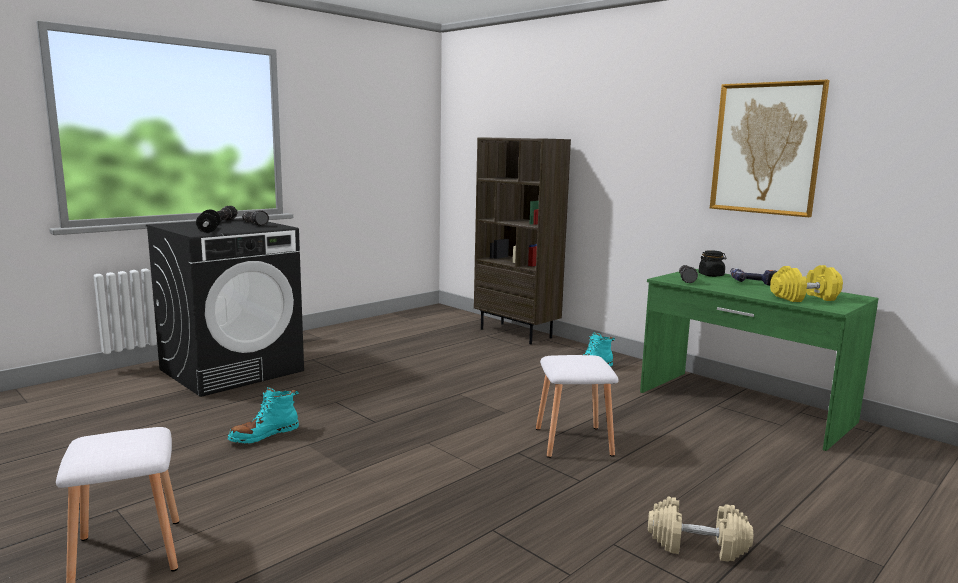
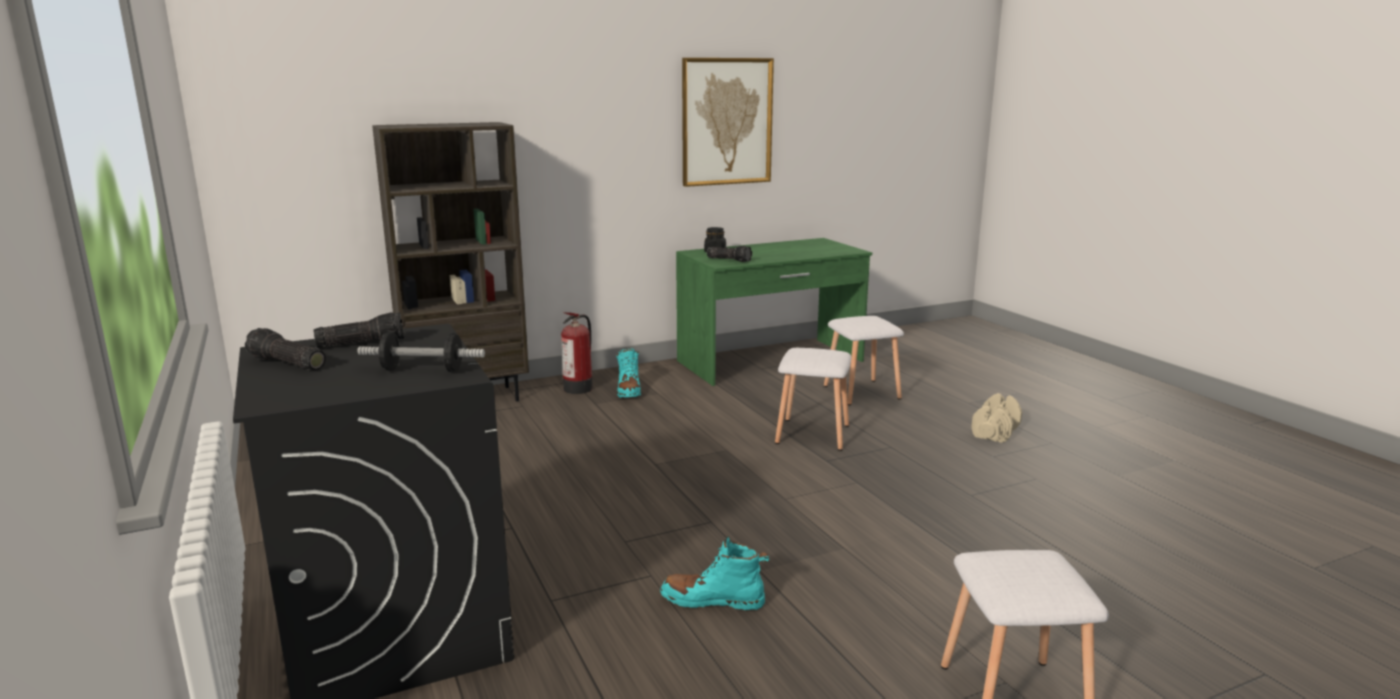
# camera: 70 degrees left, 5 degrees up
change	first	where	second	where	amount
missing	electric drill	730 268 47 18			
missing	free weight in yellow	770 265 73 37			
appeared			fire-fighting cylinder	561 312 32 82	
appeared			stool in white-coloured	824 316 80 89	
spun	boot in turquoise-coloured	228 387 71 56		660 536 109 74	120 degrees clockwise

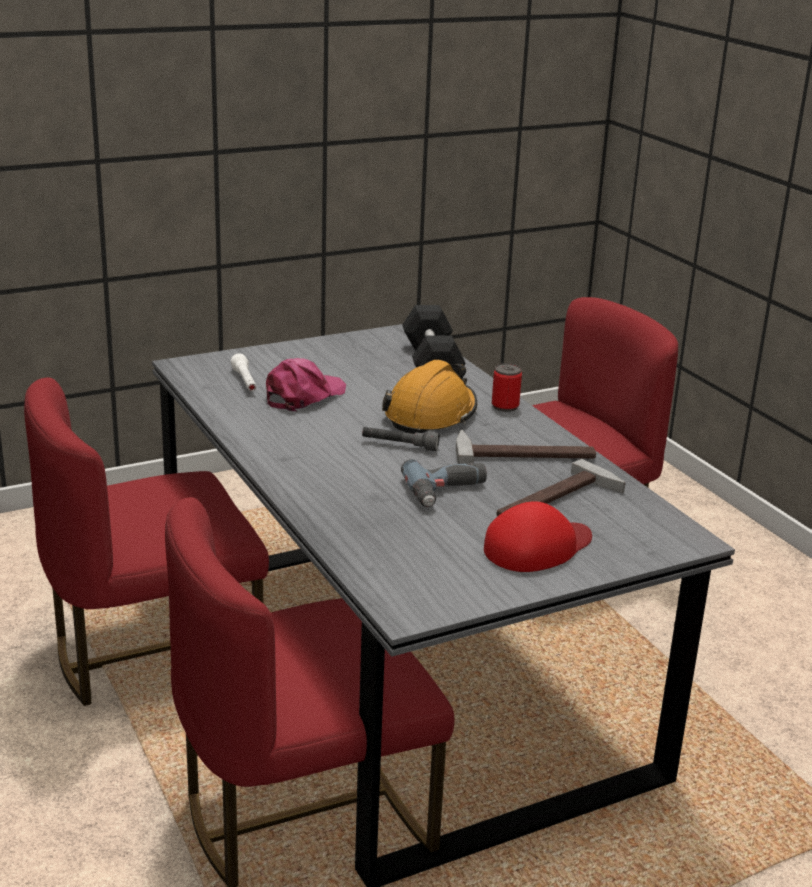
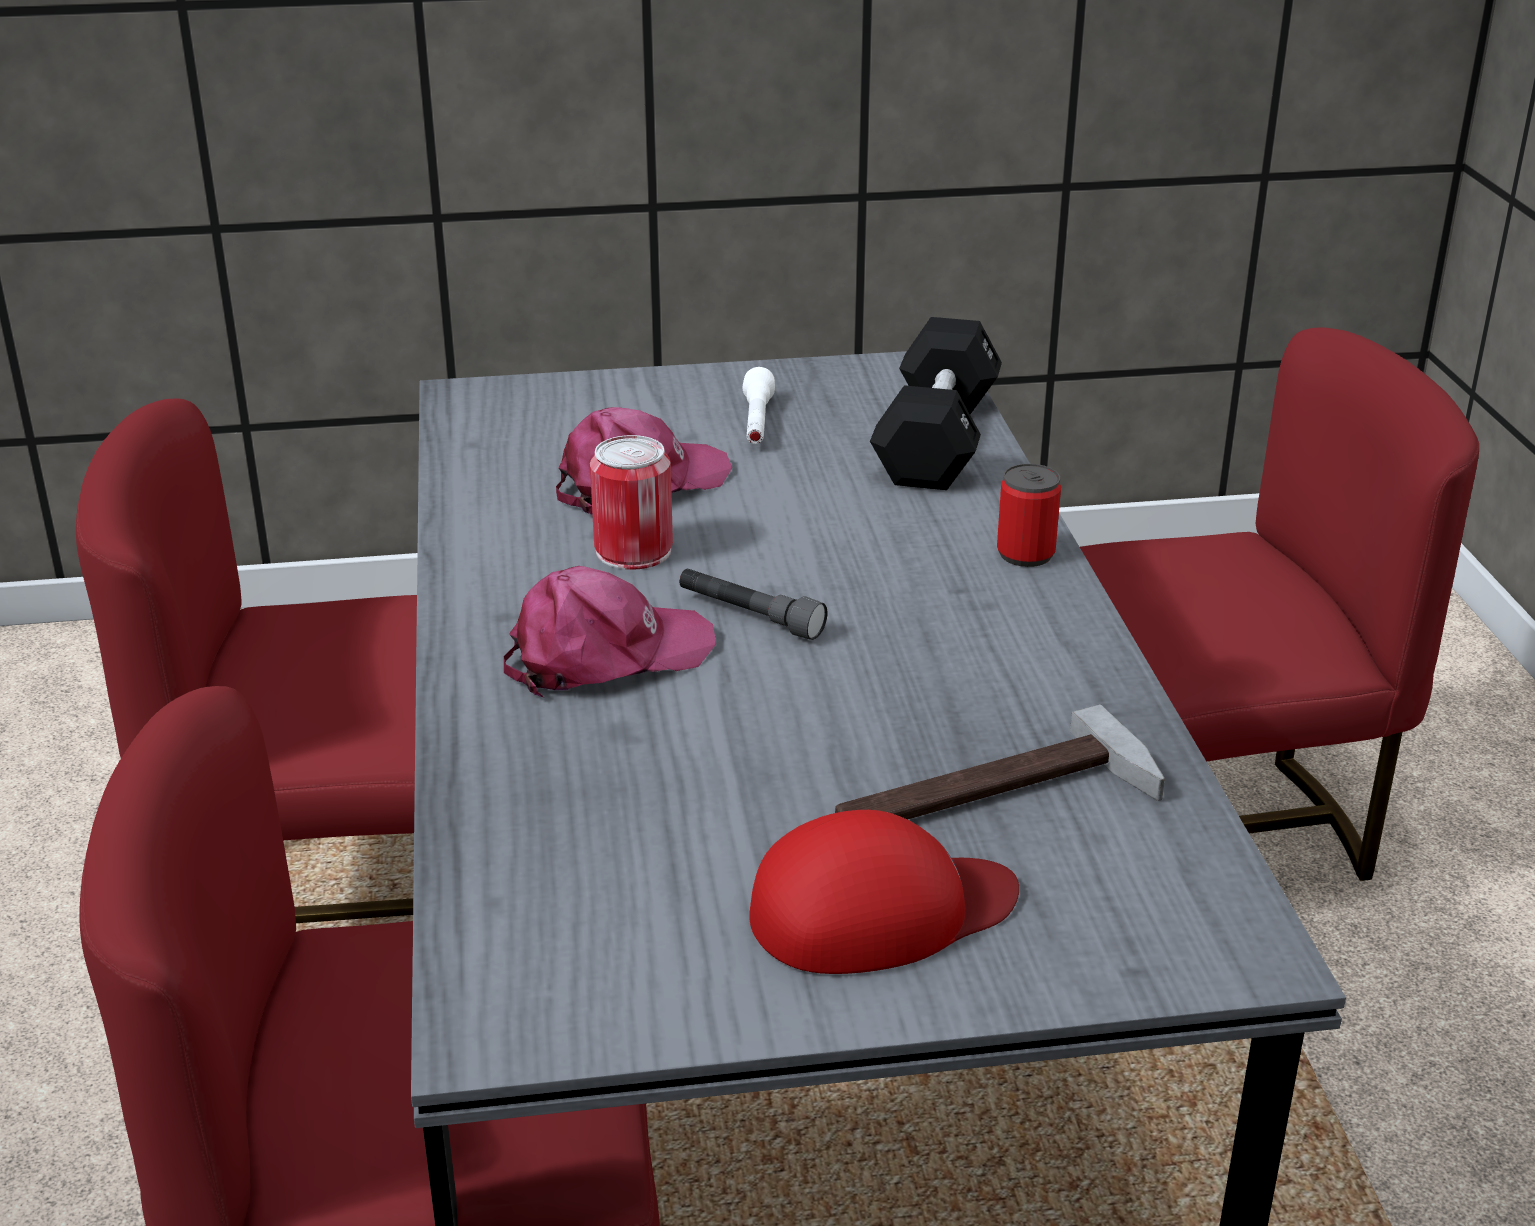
# camera: 20 degrees right, 5 degrees up
change	first	where	second	where	amount
missing	work helmet in orangey	382 360 95 74			
missing	electric drill	401 459 86 48			
missing	hammer	456 430 140 34			
appeared			cap in pink	504 566 212 132	
appeared			sealed can	590 435 83 135	
relocated	hand torch in white-coloured	231 353 25 38		742 367 33 77	

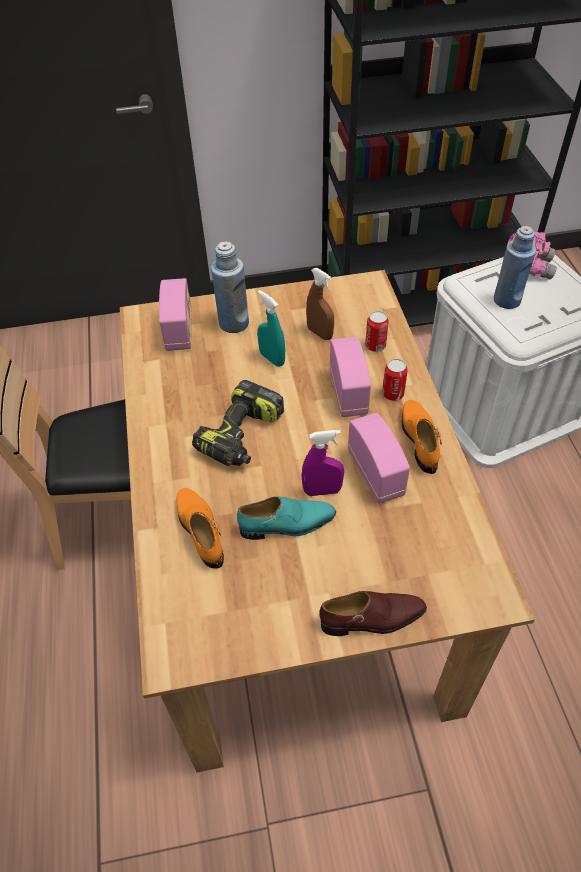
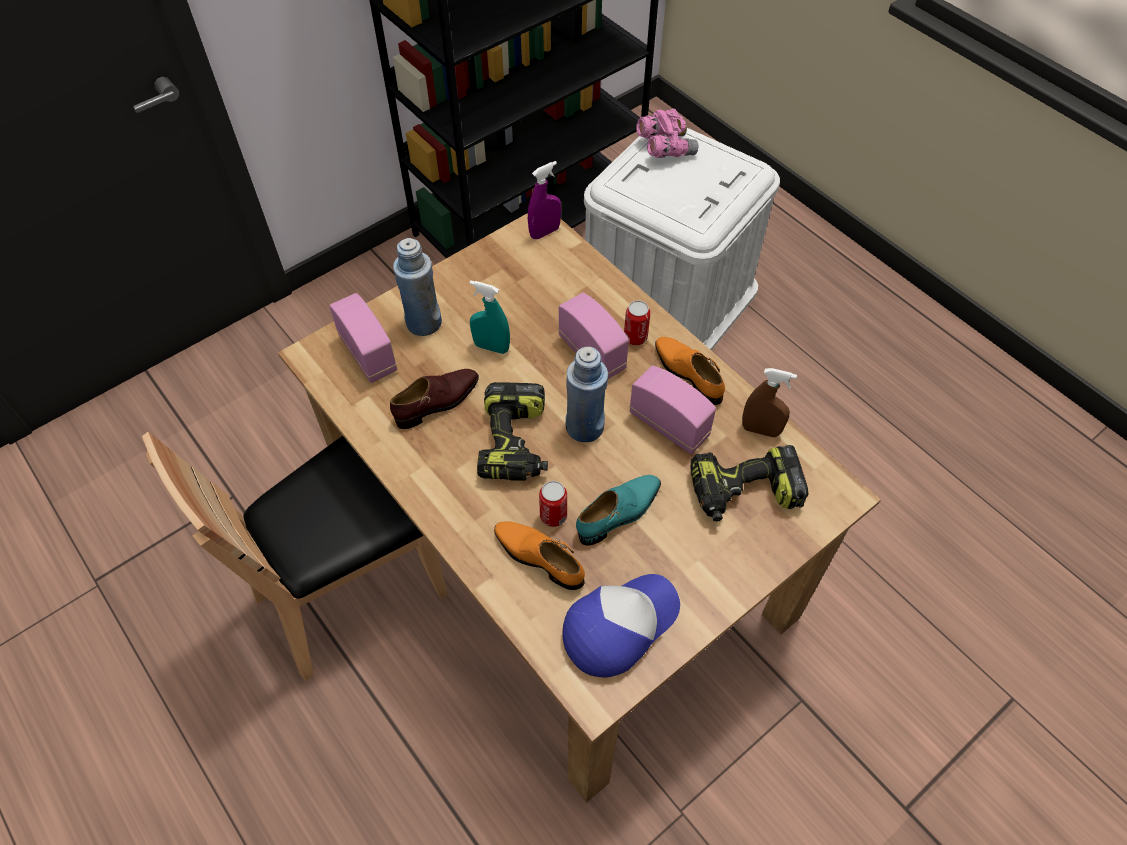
# camera: 30 degrees left, 5 degrees up
change	first	where	second	where	amount
appeared			cap	562 574 118 104	
appeared			electric drill	690 445 119 77	
relocated	hand sprayer in purple-coloured	301 430 43 66		528 161 33 78	
relocated	hand sprayer in brownish	306 268 28 72		742 368 55 69	
relocated	low shoe in brownish	320 591 107 45		390 369 89 60	
relocated	sealed can	365 311 24 41		539 481 28 46	
relocated	bottle in blue	494 226 42 83		566 347 42 95	

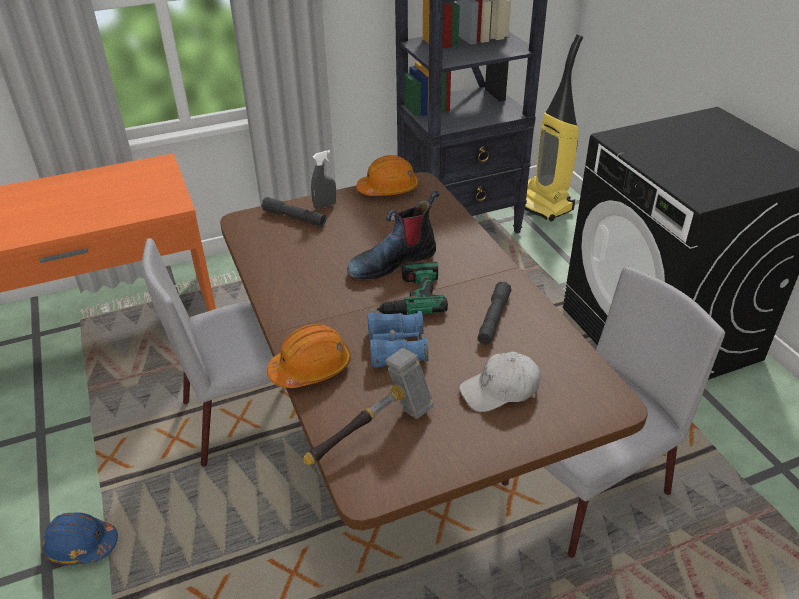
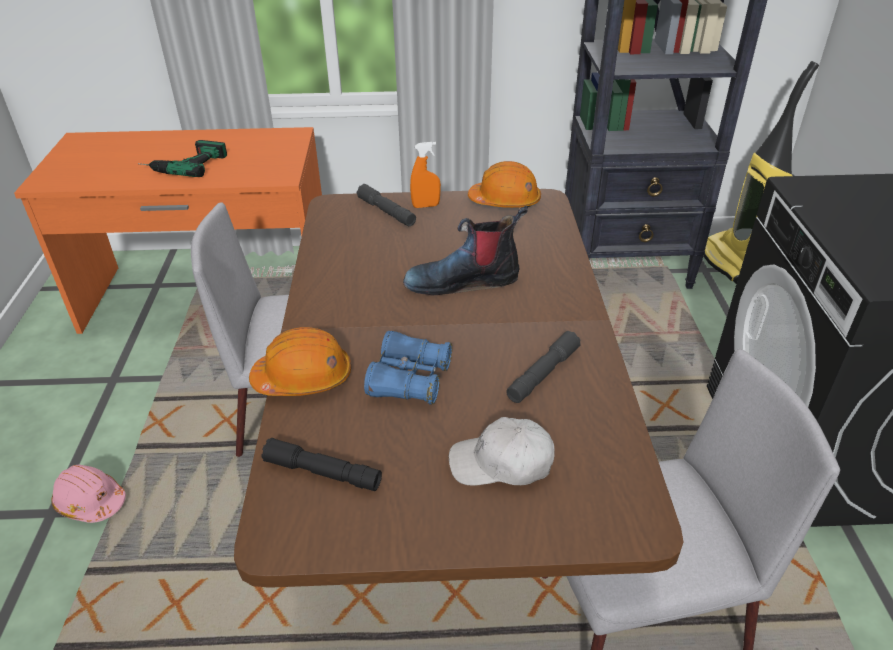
# camera: 20 degrees right, 0 degrees up
change	first	where	second	where	amount
relocated	electric drill	362 262 86 53		138 140 89 37	
exchanged	hammer	303 348 131 117	hand torch in black-coloured	261 438 121 53	
colour	work helmet in blue	42 513 76 52	work helmet in pink	51 465 75 58	
colour	hand sprayer in greyish	311 150 25 59	hand sprayer in orangey	410 142 31 66	

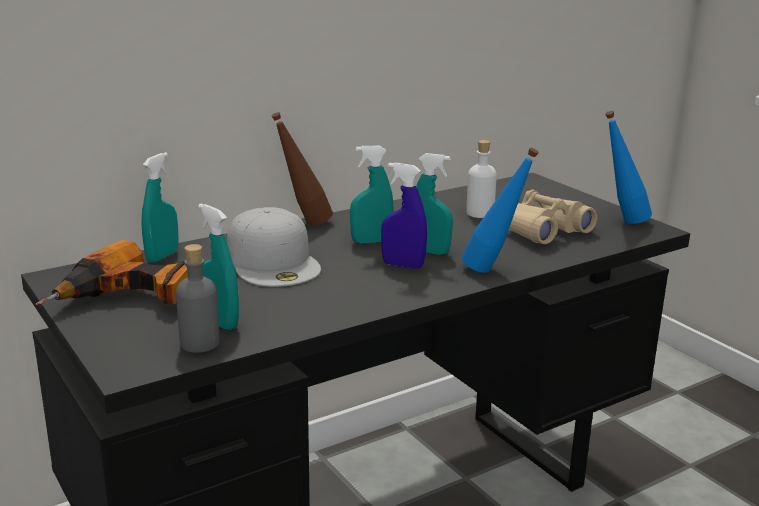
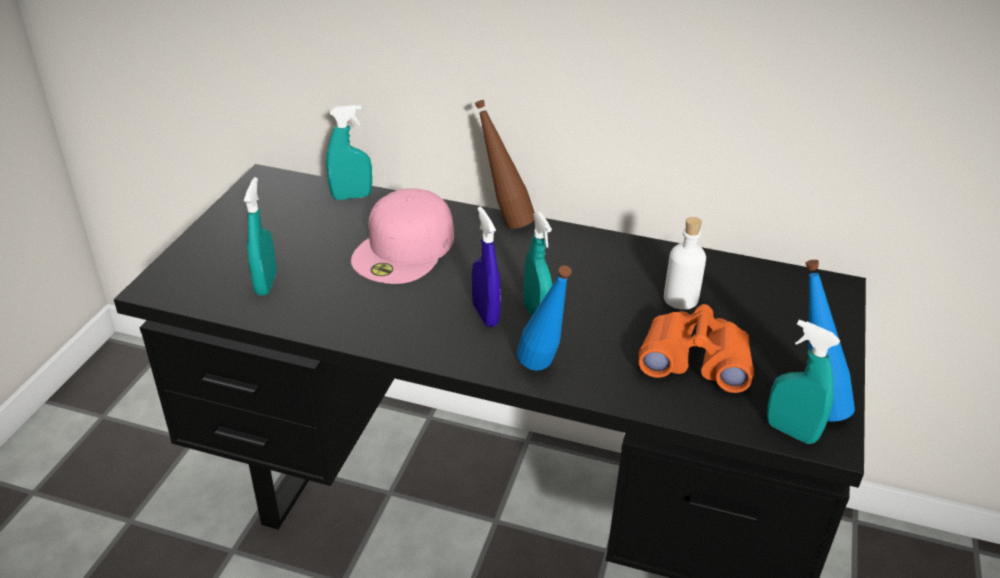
# camera: 50 degrees right, 15 degrees up
change	first	where	second	where	amount
missing	electric drill	36 240 152 66			
missing	bottle in greyish	176 244 44 109			
relocated	hand sprayer in turquoise-coloured	350 145 44 99		767 319 73 125	
colour	cap in white-coloured	227 207 94 80	cap in pink	351 188 103 96	
colour	field glasses in sand-coloured	509 190 88 54	field glasses in orangey	638 304 116 89	

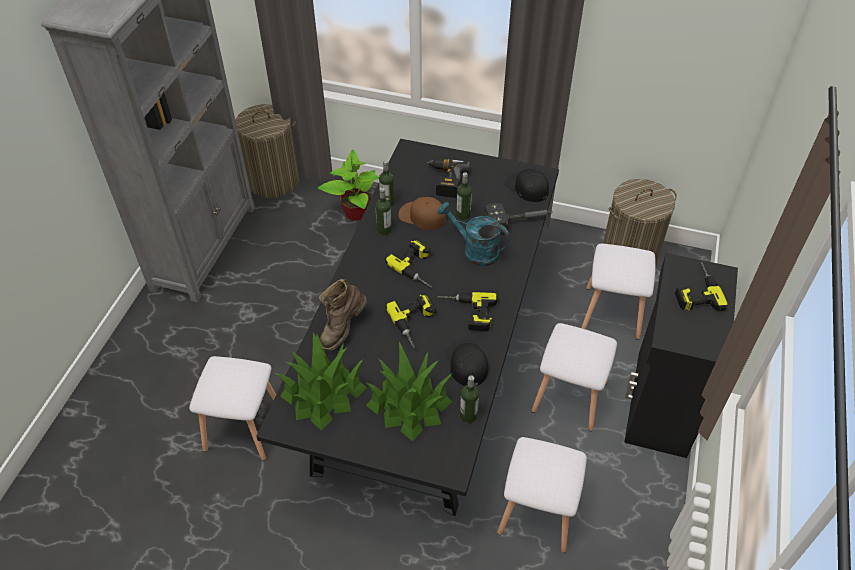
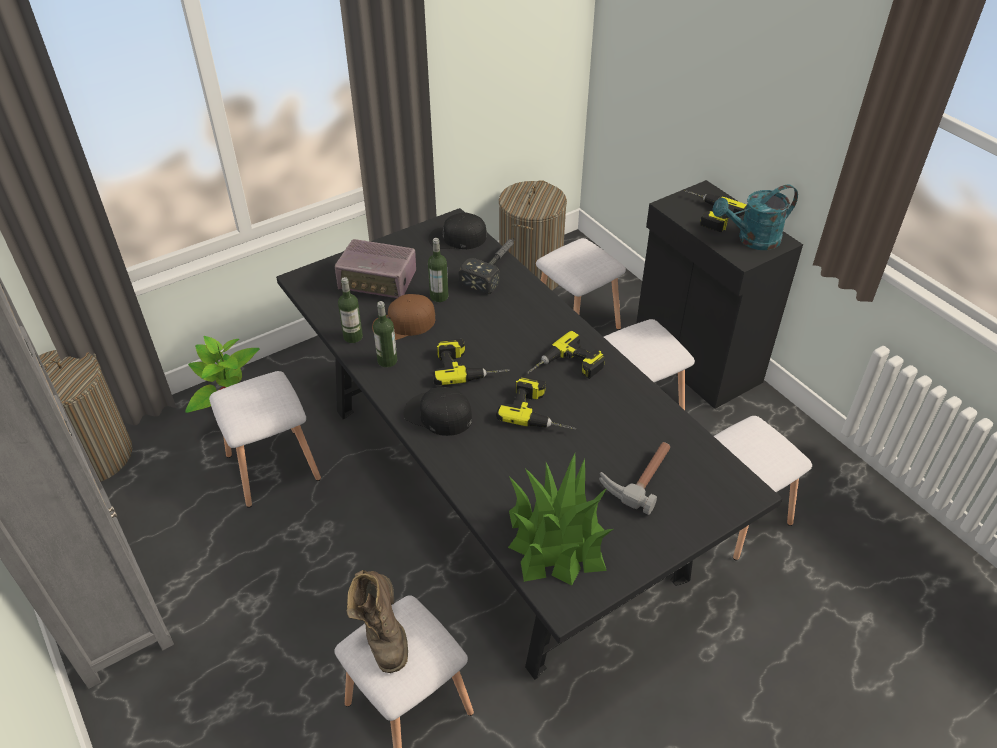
# camera: 50 degrees left, 5 degrees down
change	first	where	second	where	amount
missing	bottle	460 375 19 48			
appeared			stool in white-coloured	209 371 112 137	
relocated	boot in brownish	319 279 48 72		347 570 61 103	
relocated	sprinkling can in turquoise-coloured	437 202 73 64		713 185 85 65	
relocated	cap in black-coloured	446 340 42 46		404 387 68 49	
exchanged	plant in a pot	365 342 87 99	hammer	599 442 71 73	
exchanged	electric drill	426 159 44 39	radio set	335 239 81 59	

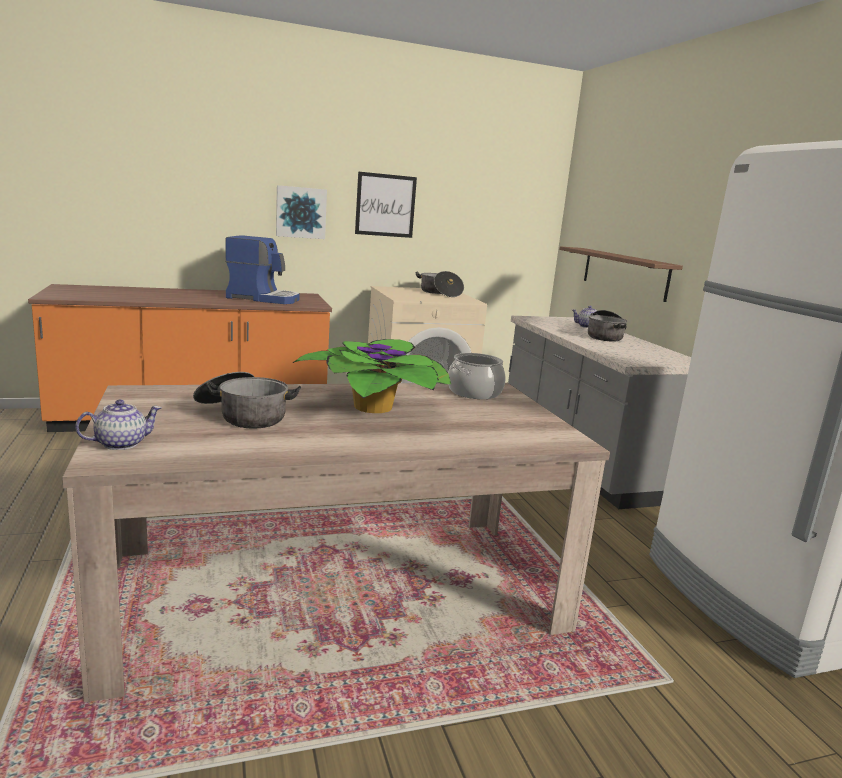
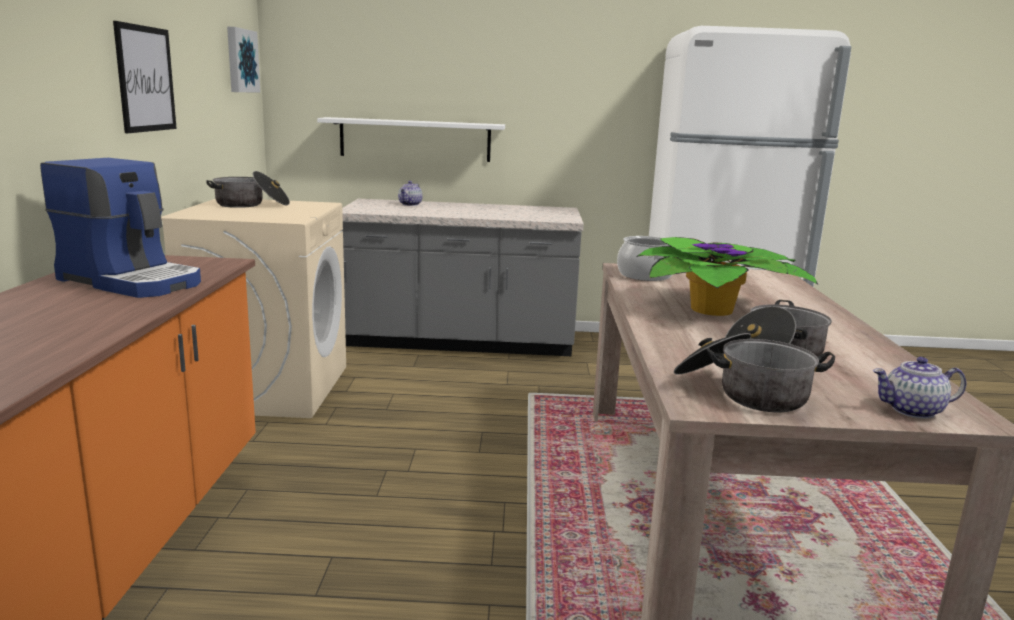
# camera: 70 degrees left, 0 degrees up
change	first	where	second	where	amount
relocated	picture	276 185 51 54		227 26 33 66	
relocated	stockpot	588 310 39 32		674 333 161 79	
colour	bracket shelf in brownish	559 246 124 56	bracket shelf in white-coloured	317 117 188 45	
spun	teapot	75 399 87 51		872 357 94 62	75 degrees counterclockwise
spun	coffee brewer	225 235 75 69		40 158 161 140	90 degrees clockwise

